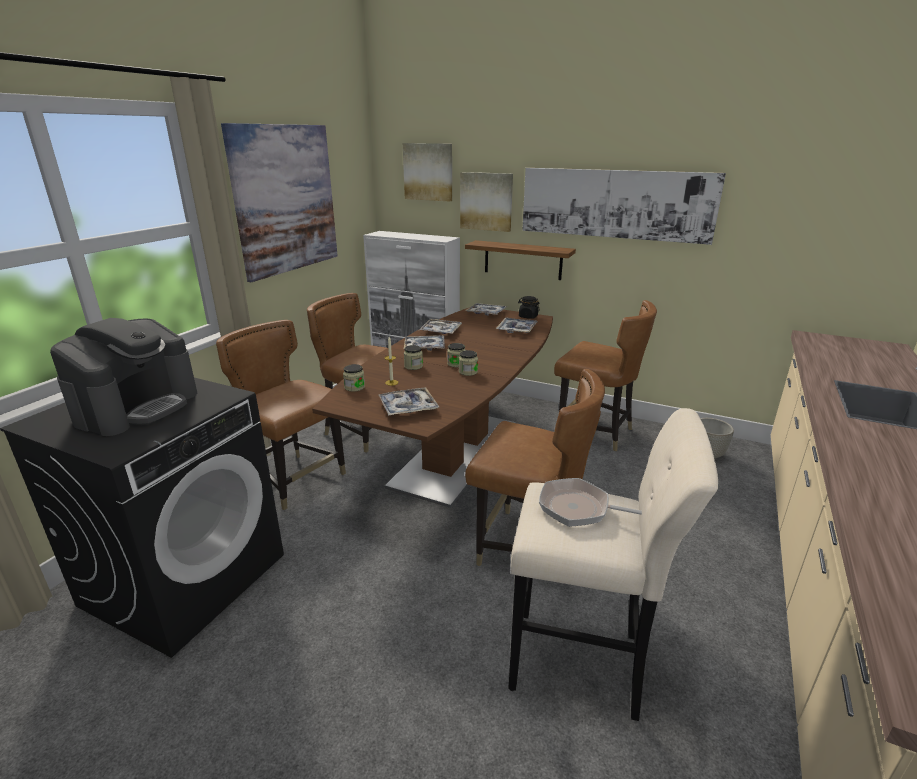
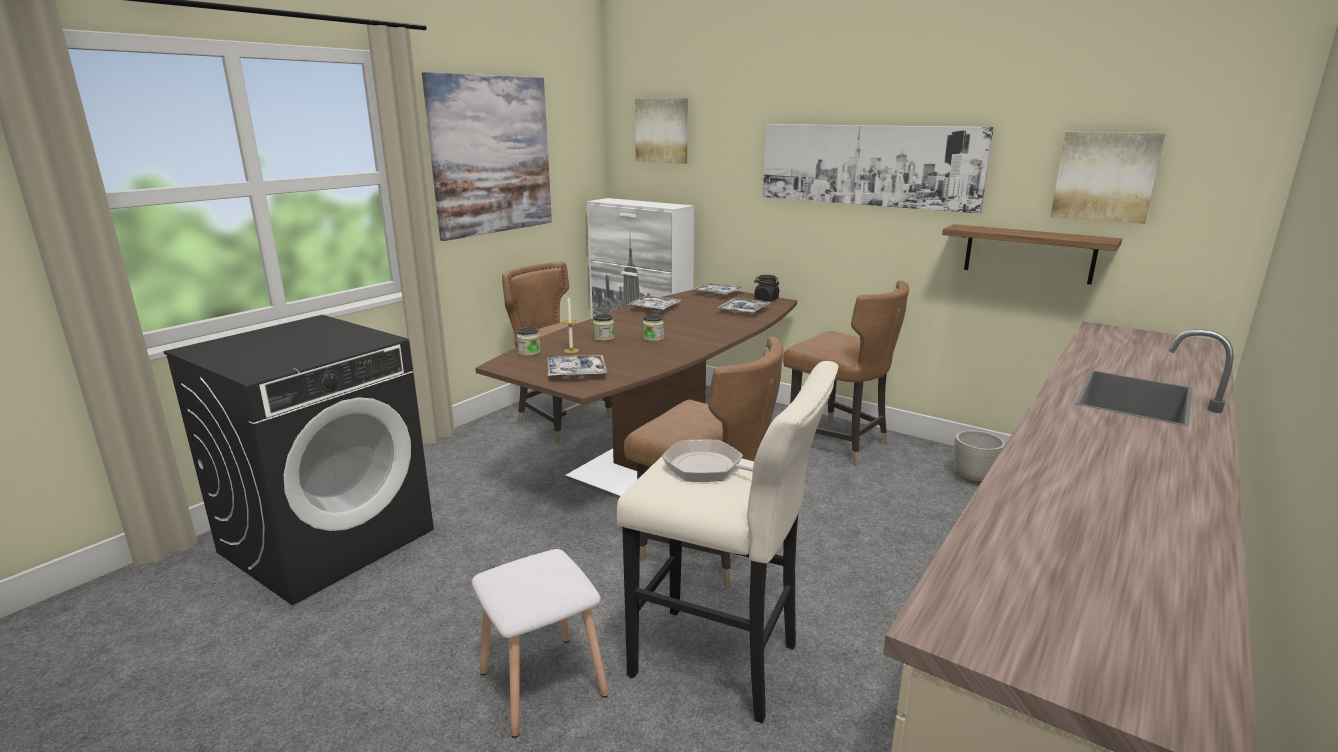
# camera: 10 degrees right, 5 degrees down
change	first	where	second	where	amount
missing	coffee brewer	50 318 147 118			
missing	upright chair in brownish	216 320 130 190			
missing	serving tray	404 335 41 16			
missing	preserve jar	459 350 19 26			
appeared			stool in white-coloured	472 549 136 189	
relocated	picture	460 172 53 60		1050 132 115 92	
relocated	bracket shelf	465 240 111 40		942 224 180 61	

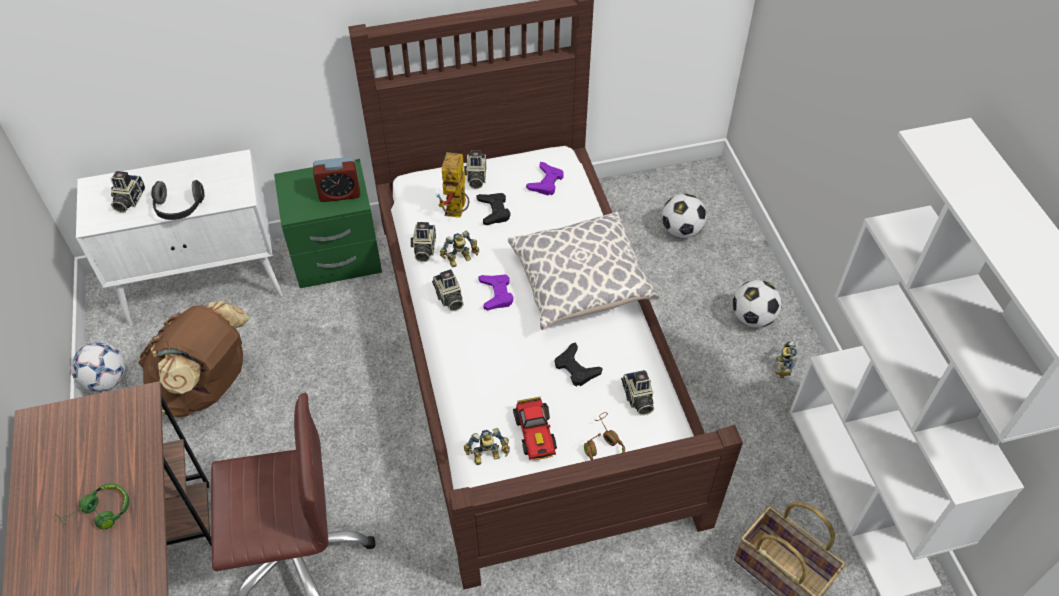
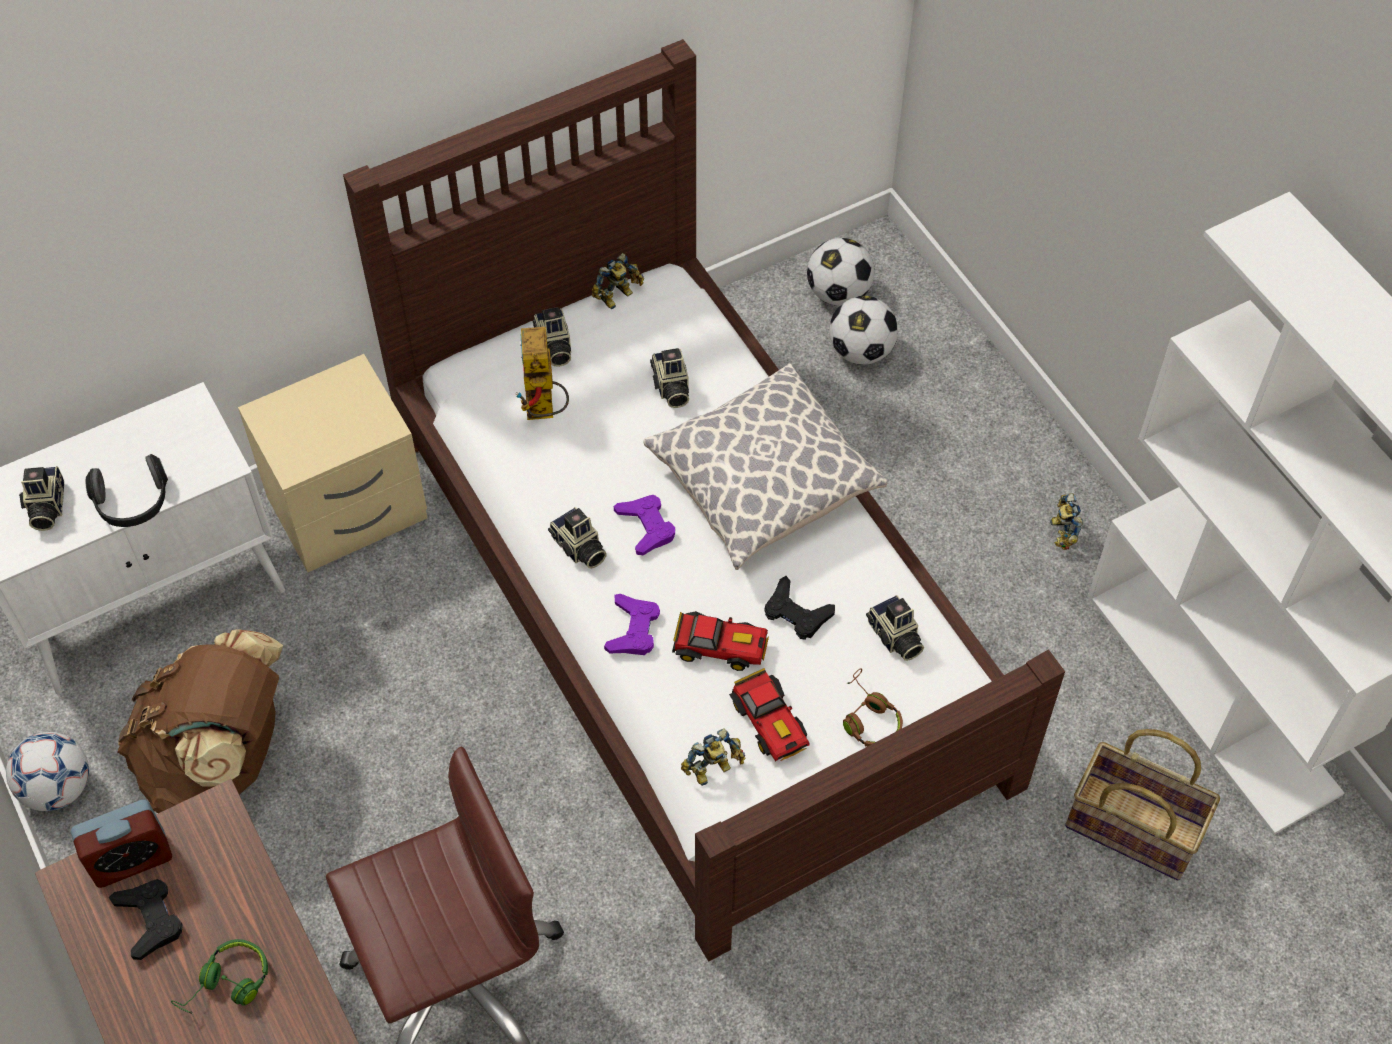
# camera: 15 degrees left, 5 degrees up
change	first	where	second	where	amount
appeared			model car	672 611 97 60	
relocated	table clock	313 157 47 45		71 799 101 89	
relocated	photo camera	411 222 25 40		650 348 39 60	
relocated	toy robot	440 230 39 37		592 253 52 56	
relocated	joypad in black-coloured	476 193 34 32		109 879 74 81	
relocated	joypad in purple-coloured	526 162 38 34		604 594 56 61	
relocated	football	733 280 49 48		807 238 68 68	
colour	bedside table in greenish	274 159 108 129	bedside table in sand-coloured	238 354 189 218	

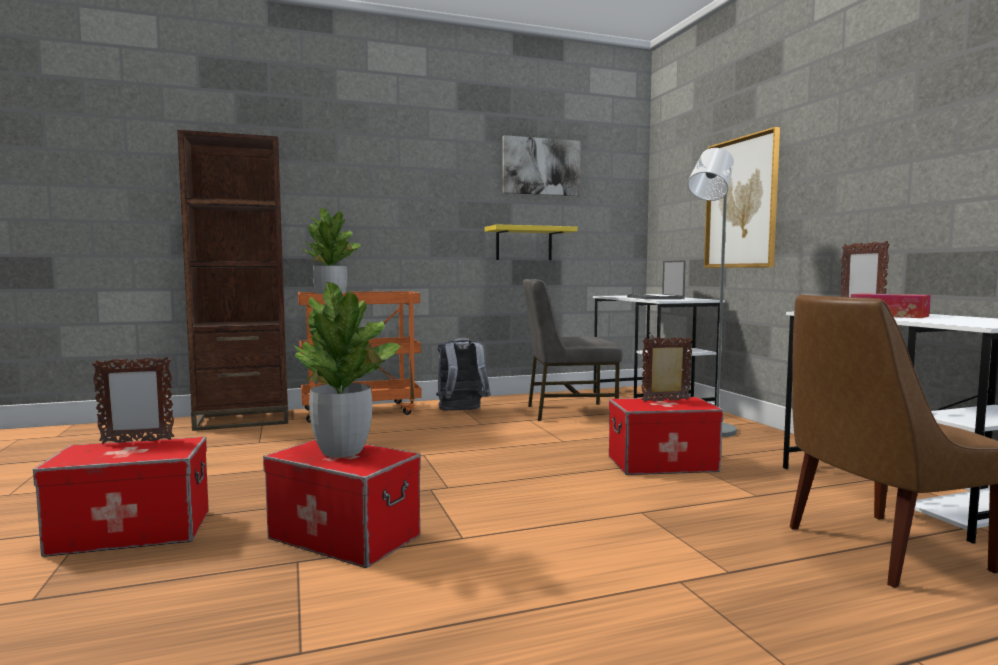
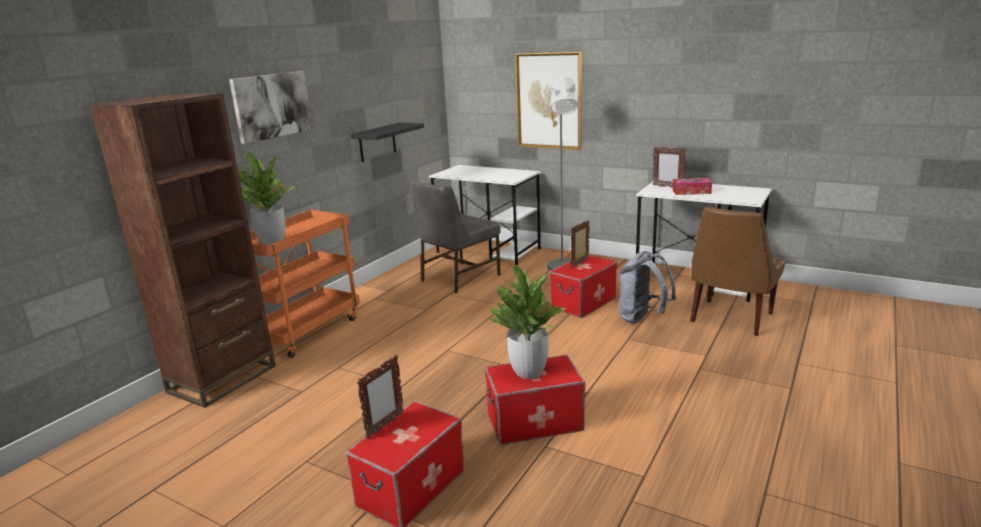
# camera: 40 degrees left, 15 degrees up
change	first	where	second	where	amount
missing	laptop	627 260 59 39			
relocated	backpack in greyish	436 338 55 73		619 251 57 72	
relocated	picture	503 135 78 61		229 71 84 73	
colour	bracket shelf in yellow	485 224 92 36	bracket shelf in black-coloured	351 123 73 39	

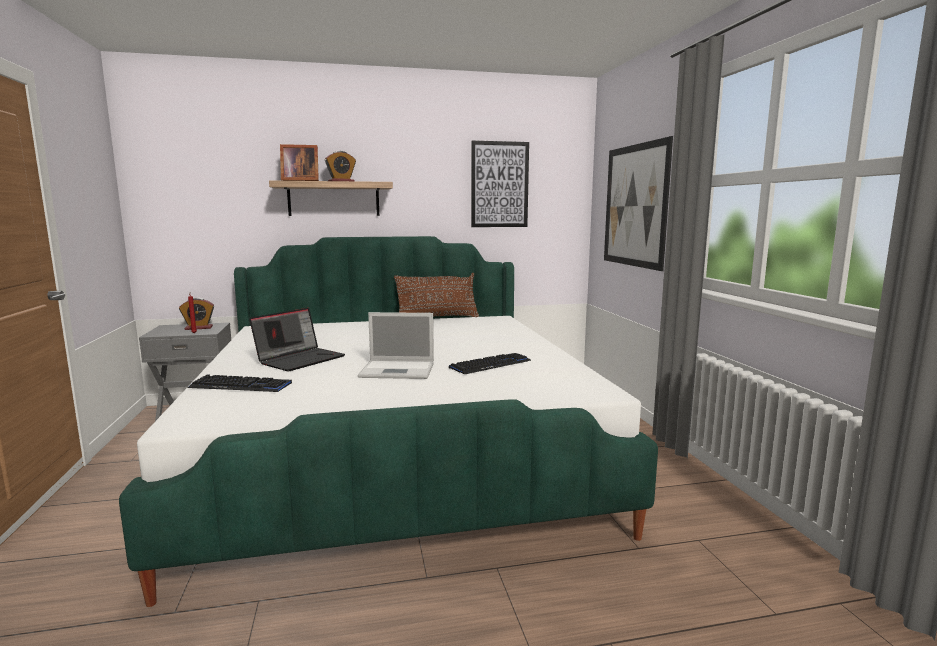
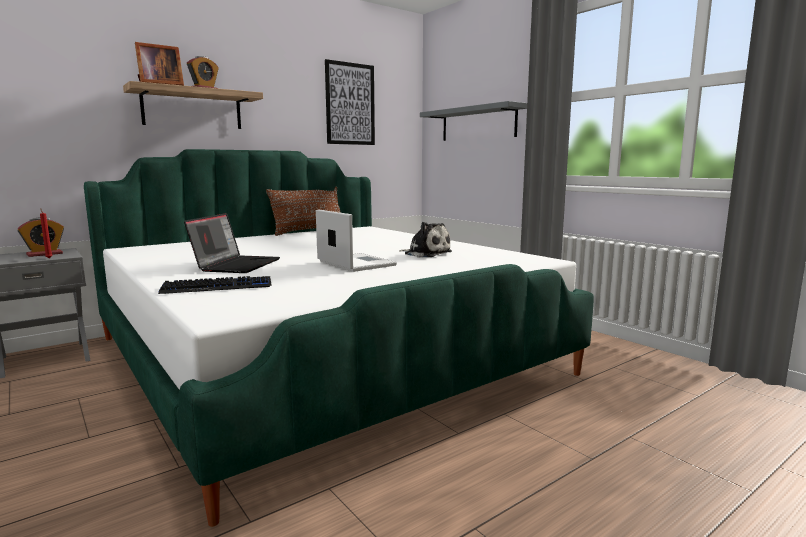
# camera: 25 degrees left, 0 degrees up
change	first	where	second	where	amount
exchanged	PC keyboard	449 353 82 21	plush toy	399 222 53 35	
exchanged	picture	604 136 69 135	bracket shelf in greyish	420 101 107 40	
spun	laptop	358 312 76 67		316 209 81 63	105 degrees counterclockwise

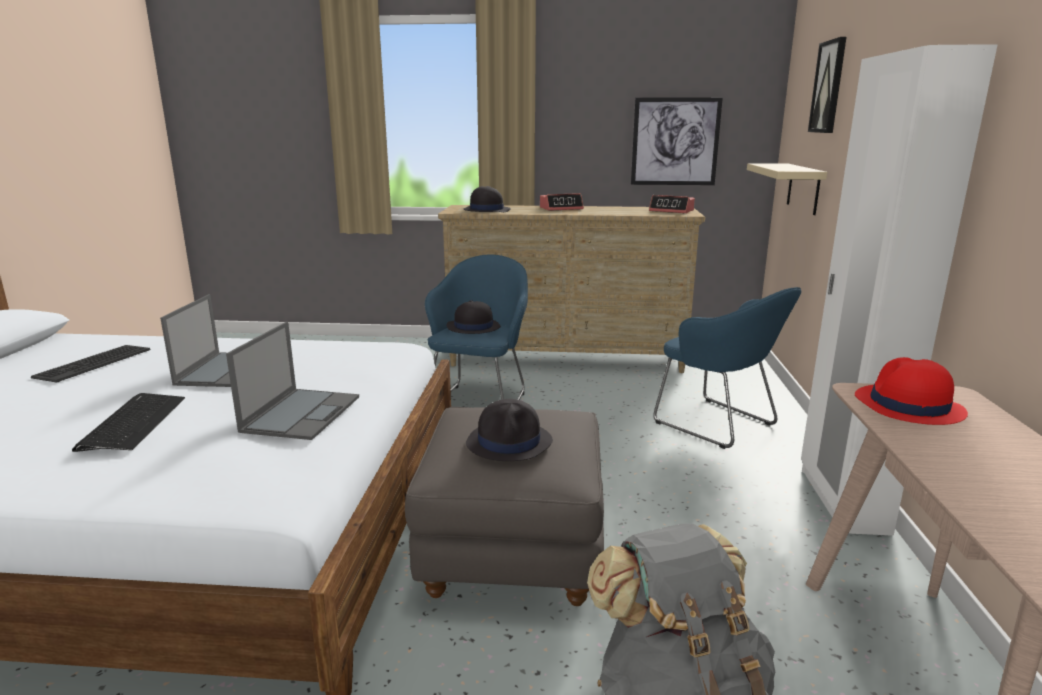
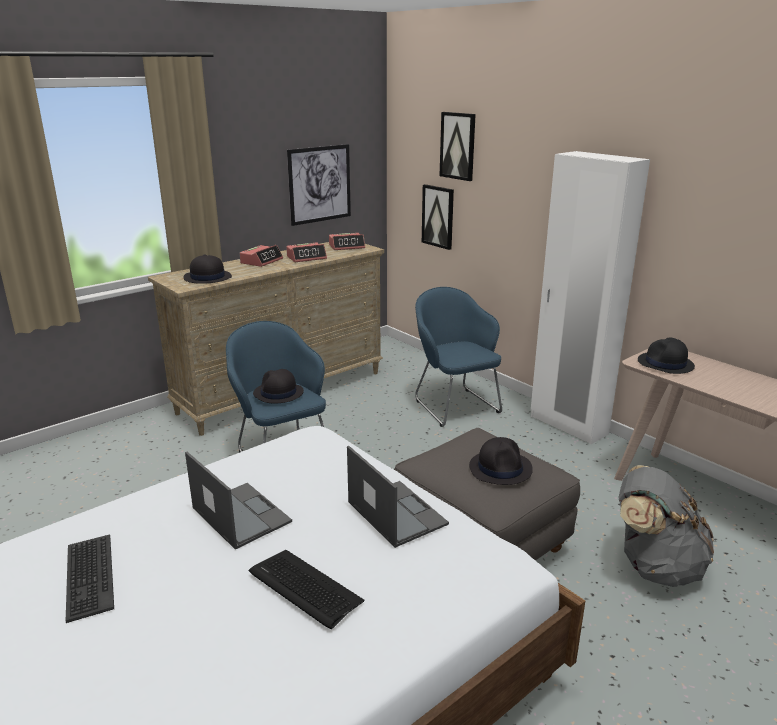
# camera: 45 degrees left, 5 degrees up
change	first	where	second	where	amount
appeared			table clock	286 242 41 20	
exchanged	bracket shelf in sand-coloured	747 163 80 52	picture	422 184 32 66	
colour	hat in red-coloured	855 357 113 68	hat in black-coloured	638 337 57 37	
spun	armchair in blue	653 287 148 162		415 287 87 140	120 degrees counterclockwise

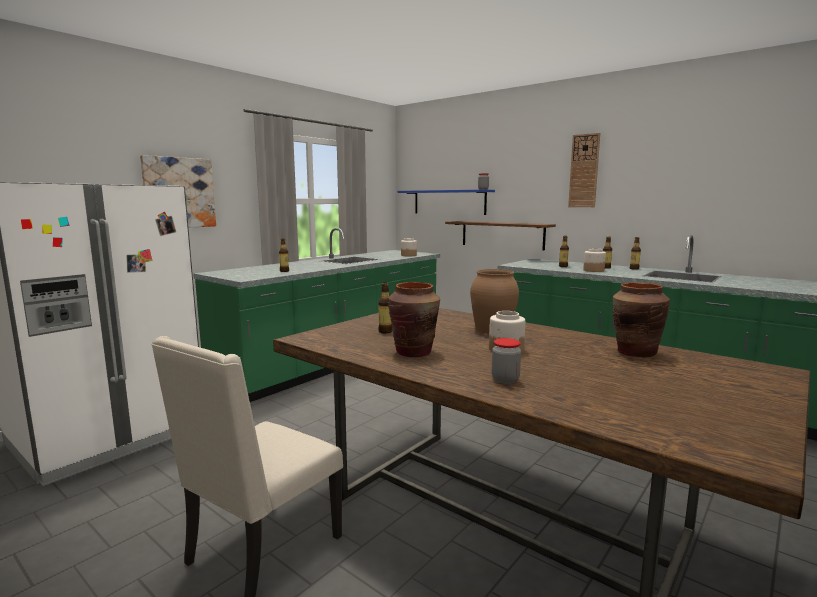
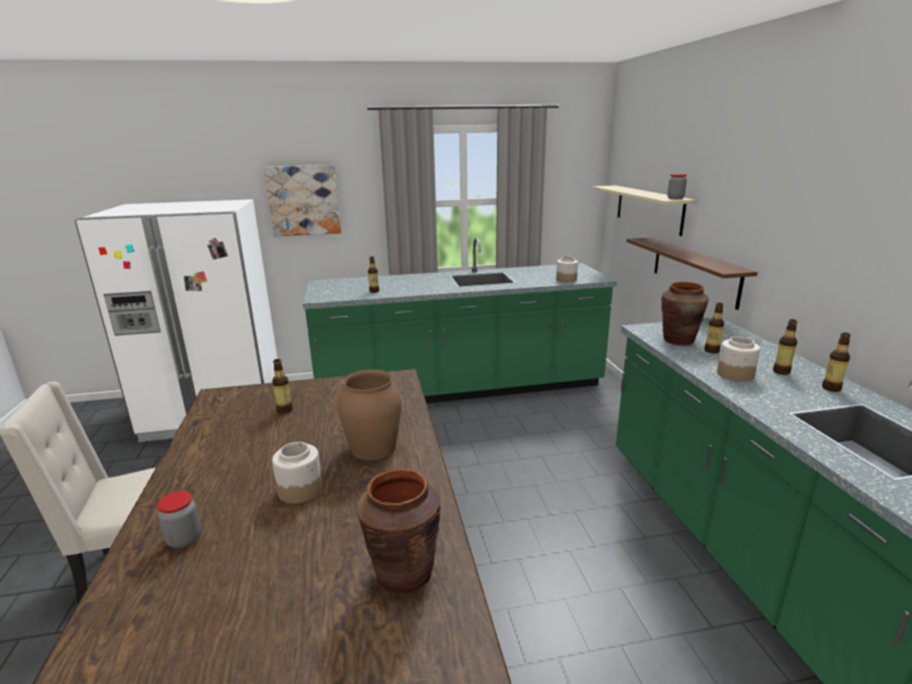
# camera: 40 degrees right, 10 degrees up
change	first	where	second	where	amount
missing	wall clock	568 133 32 74			
relocated	decorative vase in brownish	388 282 52 75		661 282 48 63	
colour	bracket shelf in blue	398 189 97 26	bracket shelf in sand-coloured	592 185 103 51	

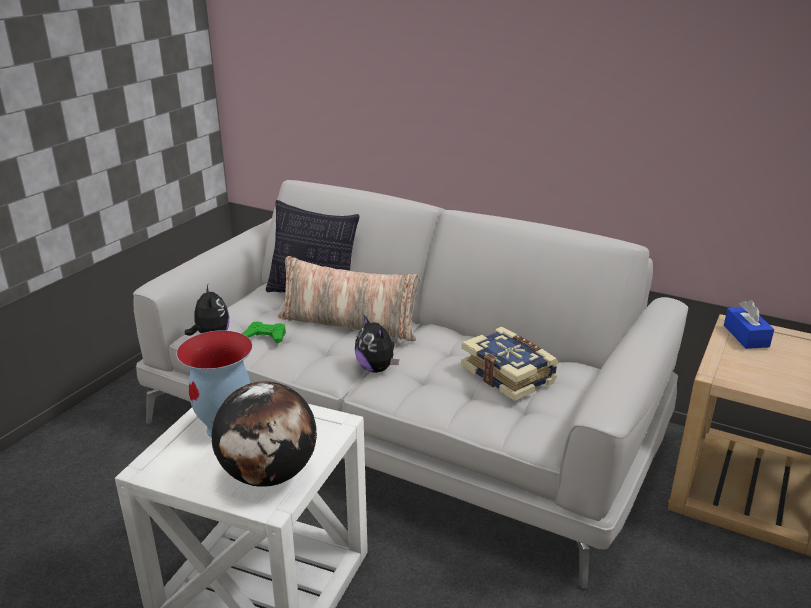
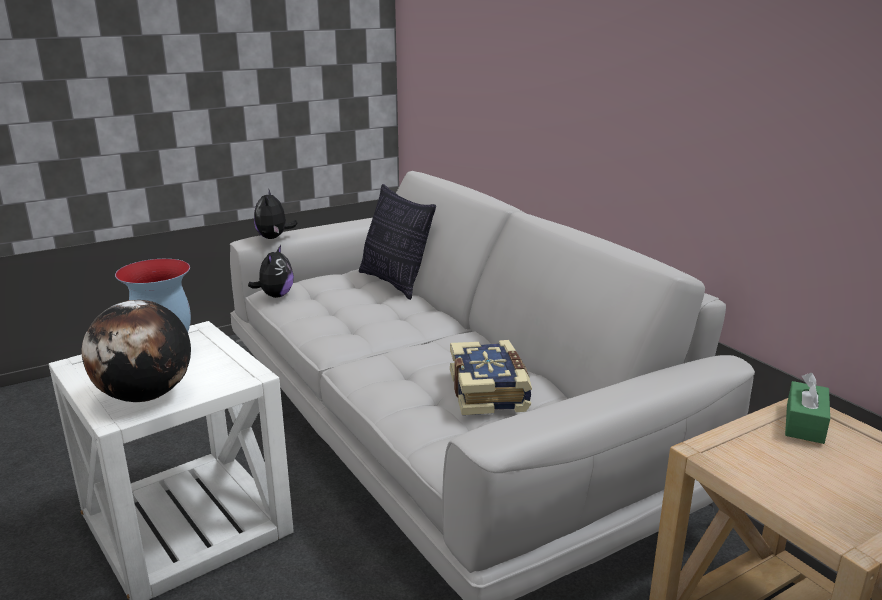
# camera: 30 degrees right, 5 degrees down
change	first	where	second	where	amount
missing	joypad in greenish	242 321 44 22			
missing	pillow	278 256 142 86			
relocated	plush toy	355 314 44 59		254 188 44 51	
colour	box of tissues in blue	724 300 50 49	box of tissues in greenish	785 373 45 71	

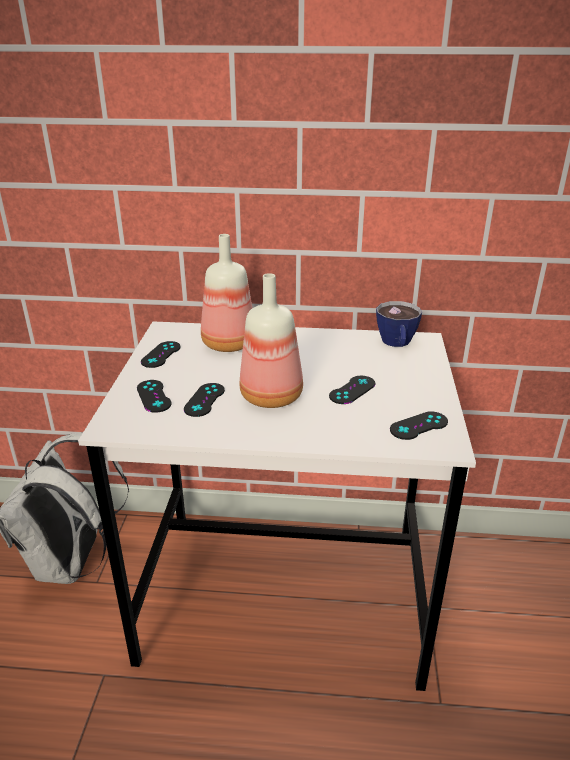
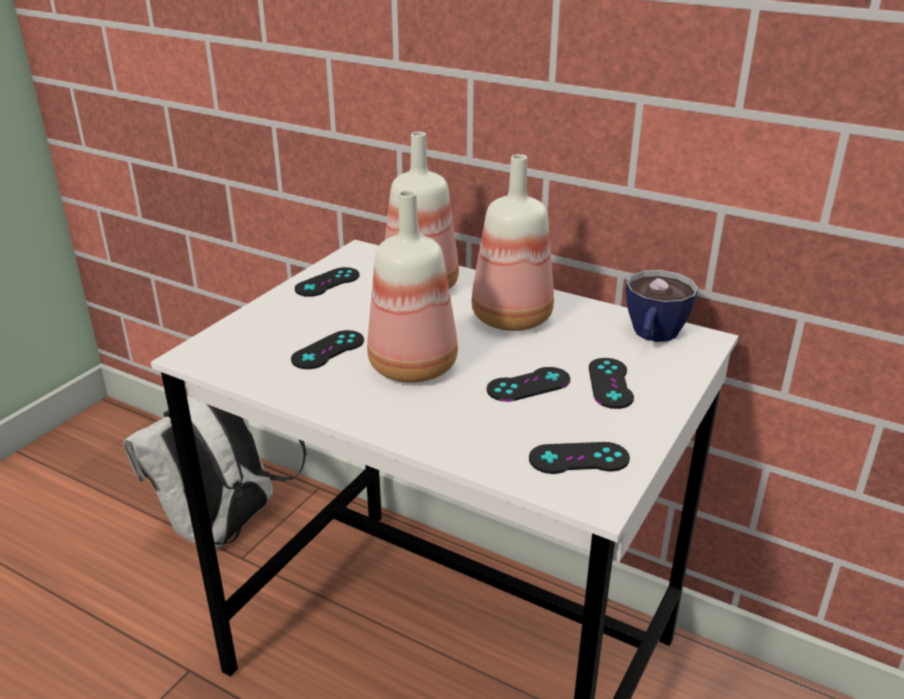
# camera: 25 degrees right, 0 degrees up
change	first	where	second	where	amount
appeared			bottle	472 154 82 177	
relocated	joypad in black-coloured	137 380 35 33		589 358 45 51	

